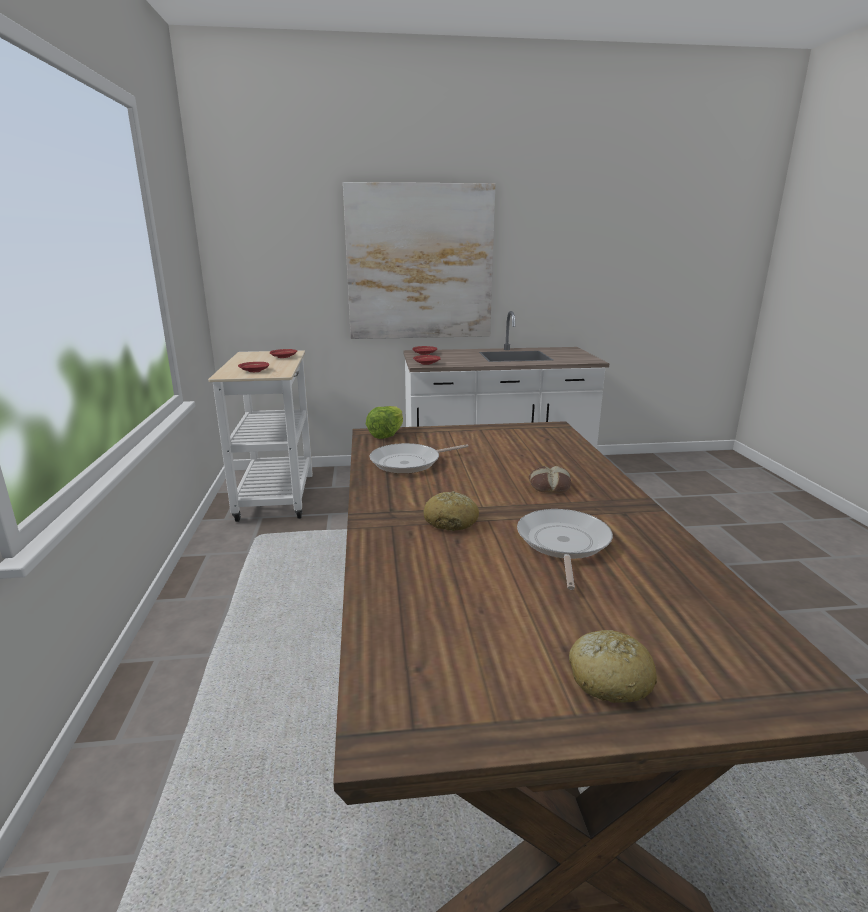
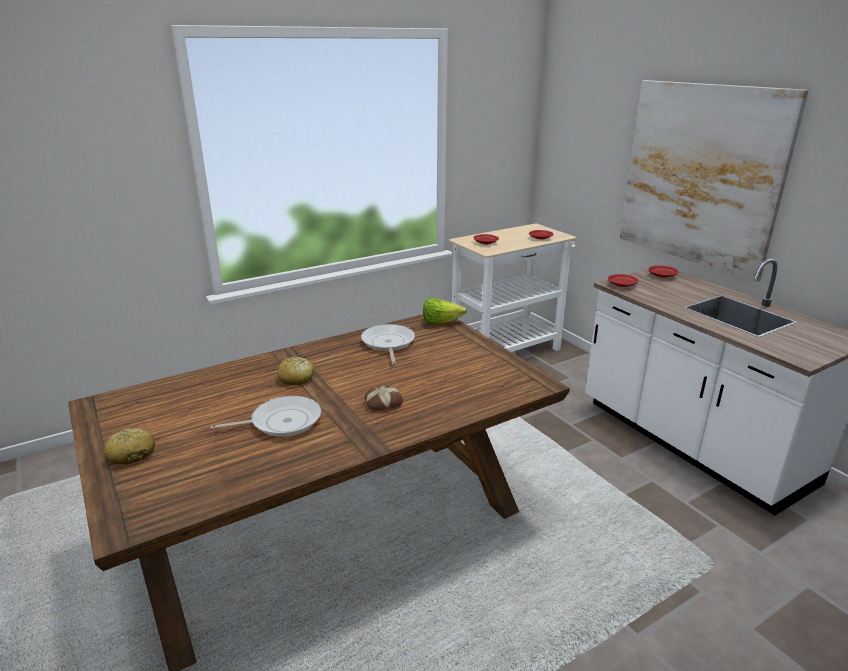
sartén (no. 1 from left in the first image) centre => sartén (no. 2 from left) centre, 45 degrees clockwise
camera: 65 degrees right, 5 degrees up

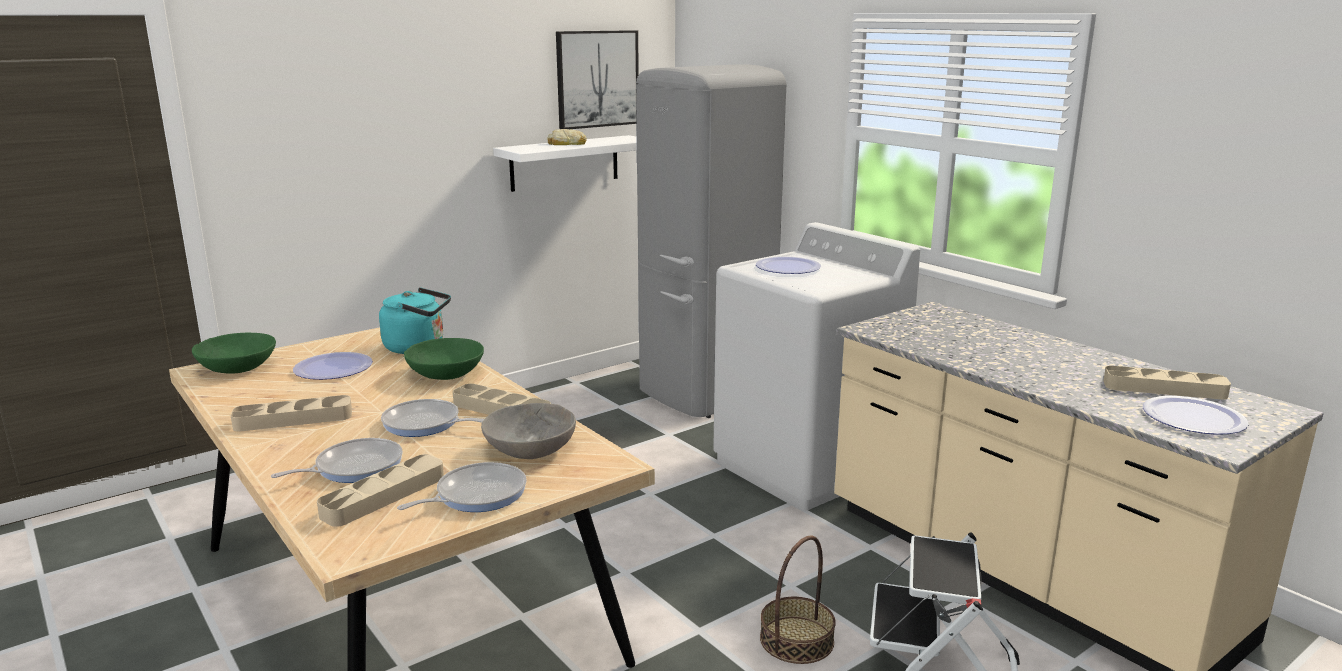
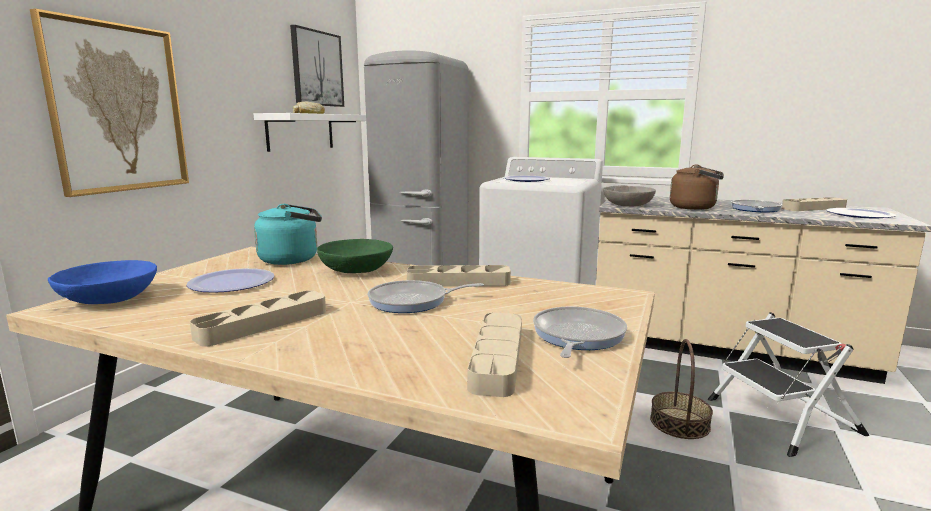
nothing => cuadro (no. 1 from left) top left
nothing => hervidor [marrón] middle right
sartén (no. 1 from left in the first image) bottom left => sartén (no. 3 from left) middle right, shifted
cuenco [gris] centre => cuenco [gris] middle right, shifted
cuenco [verde] (no. 1 from left) middle left => cuenco [azul] middle left
camera: 30 degrees left, 5 degrees down

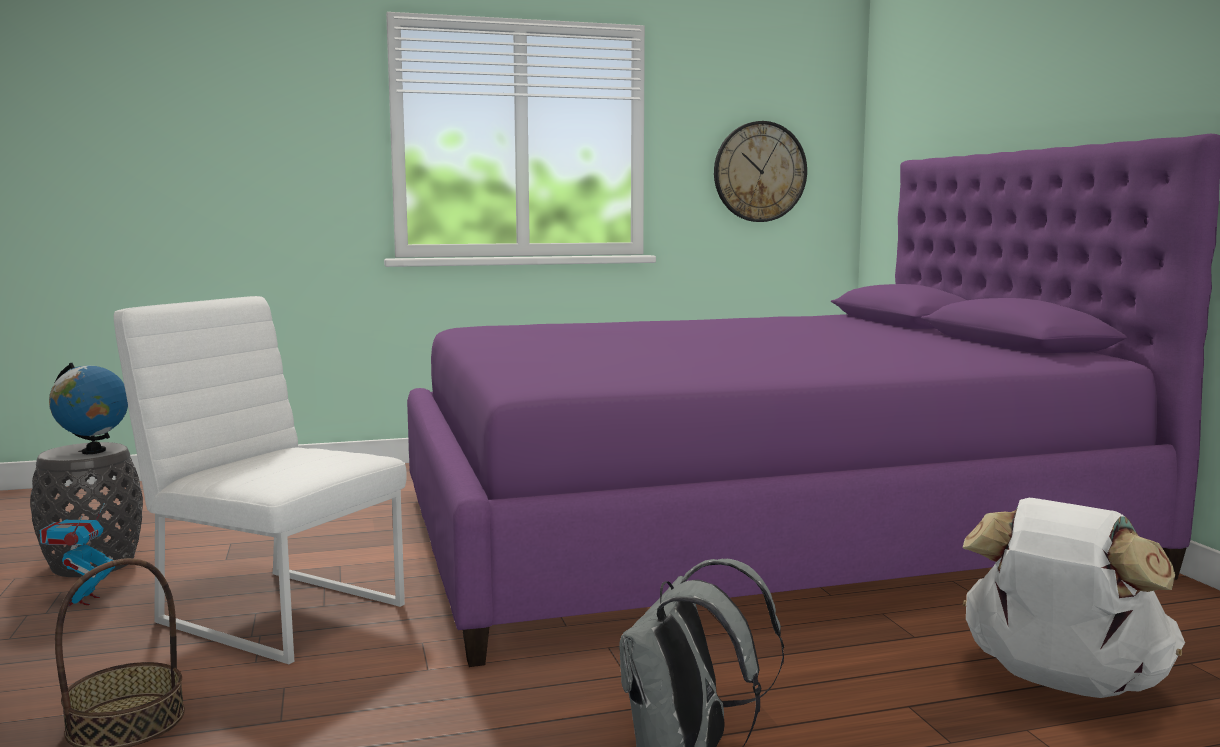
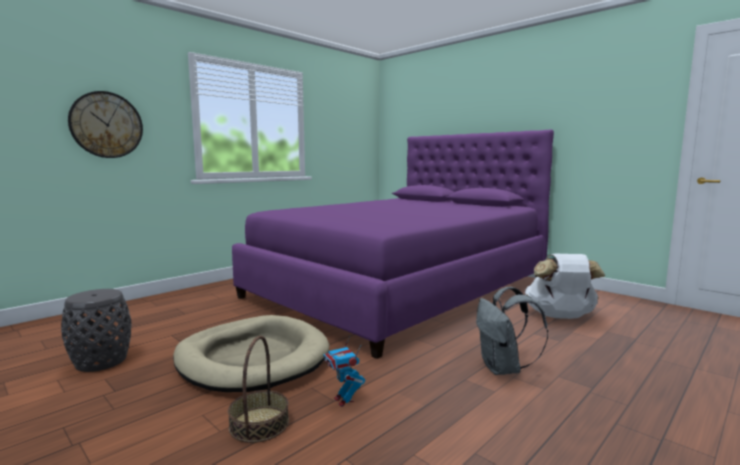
globo terráqueo middle left => nothing
robot de juguete bottom left => robot de juguete bottom centre, shifted
reloj de pared top centre => reloj de pared top left, shifted
silla [blanco] middle left => cama para perro [beis] bottom centre
camera: 30 degrees left, 0 degrees up

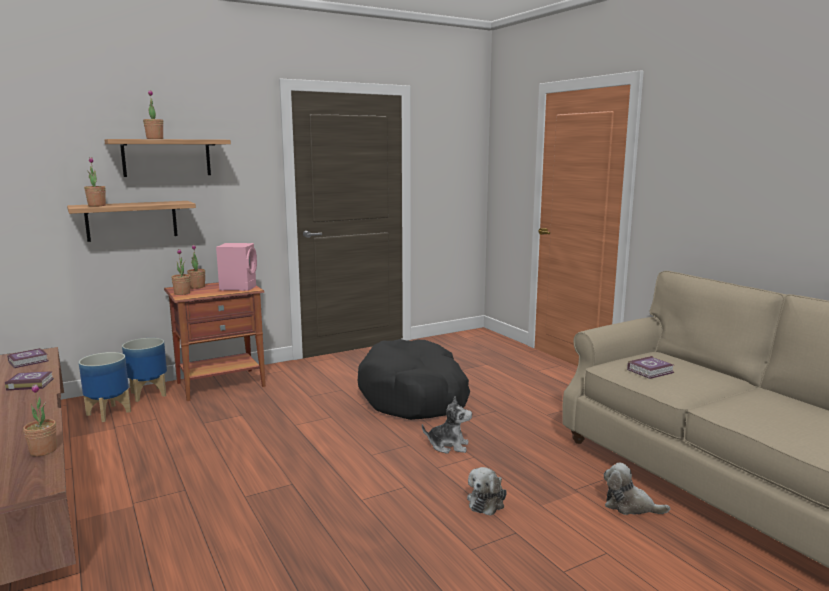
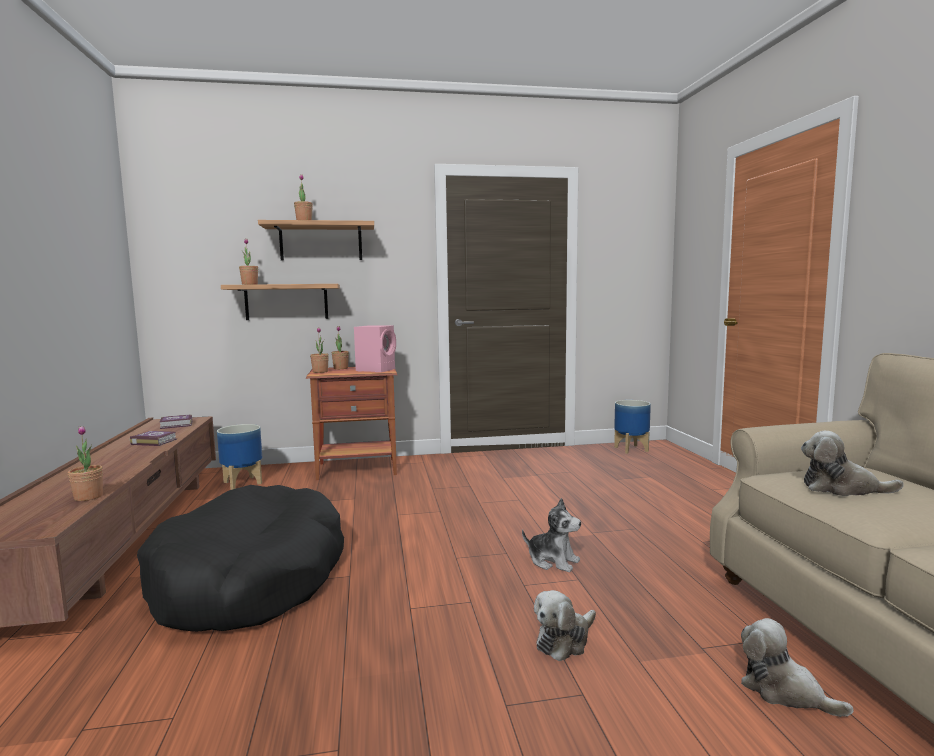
maceta (no. 2 from left) middle left => maceta (no. 2 from left) middle right, shifted
cama para perro [negro] centre => cama para perro [negro] bottom left, shifted
libro (no. 3 from left) middle right => peluche (no. 4 from left) middle right
camera: 20 degrees right, 5 degrees down

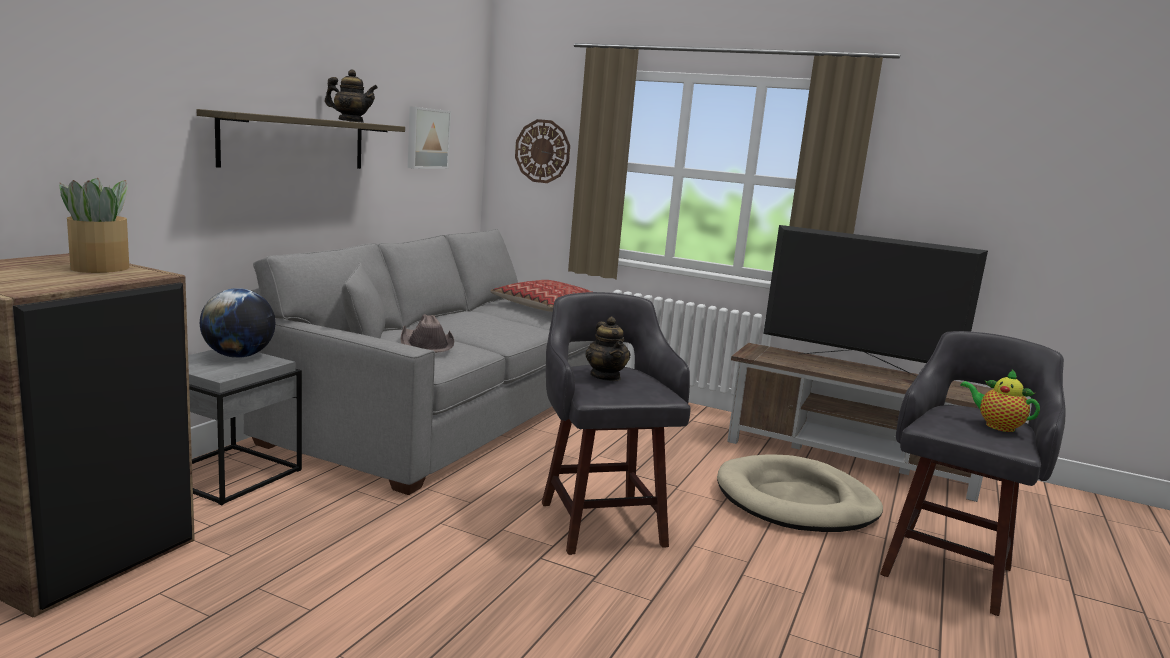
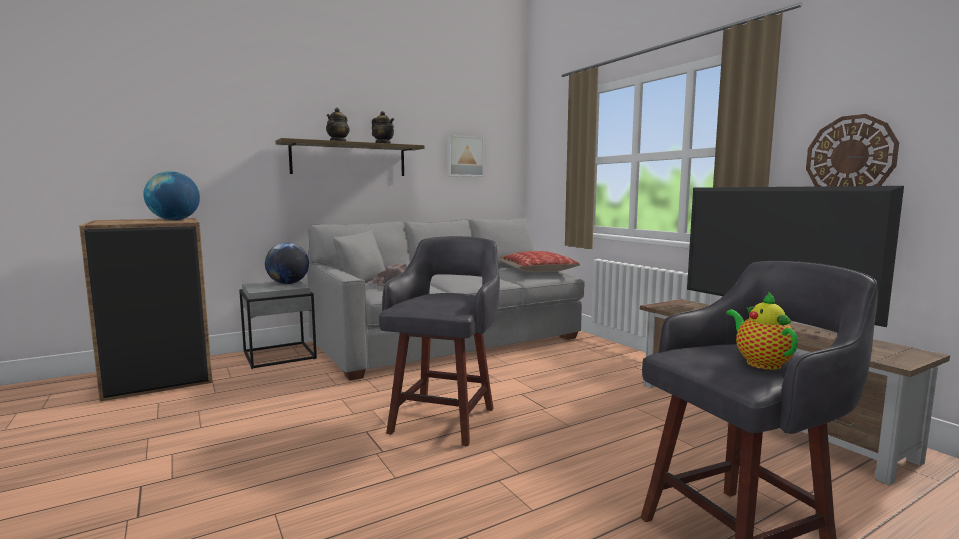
cama para perro [beis] bottom right => nothing
reloj de pared top centre => reloj de pared top right, shifted
tetera (no. 2 from left in the first image) centre => tetera (no. 1 from left) top centre, shifted
planta en maceta middle left => globo terráqueo (no. 1 from left) middle left
camera: 35 degrees right, 5 degrees down

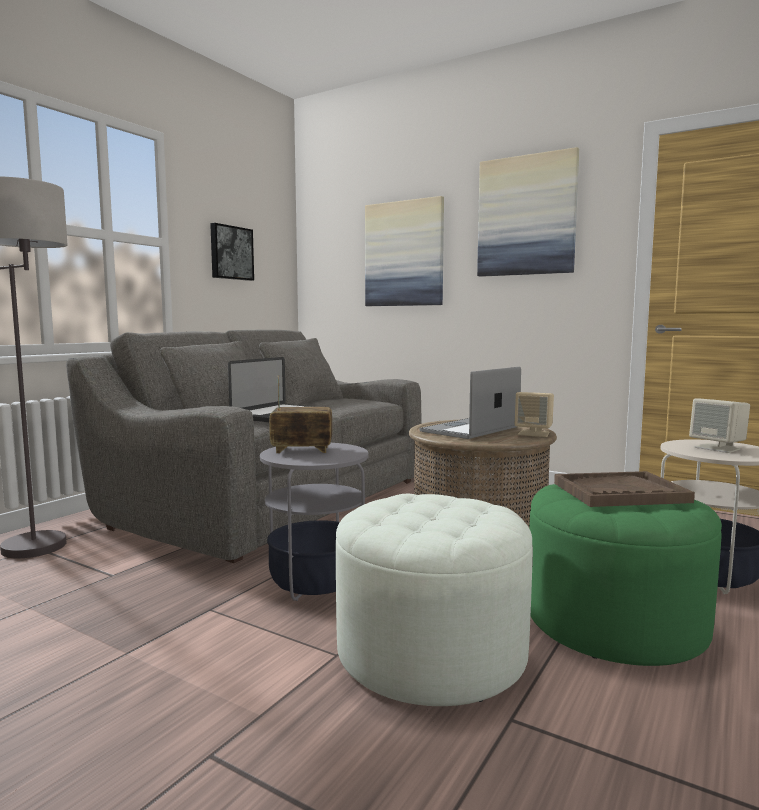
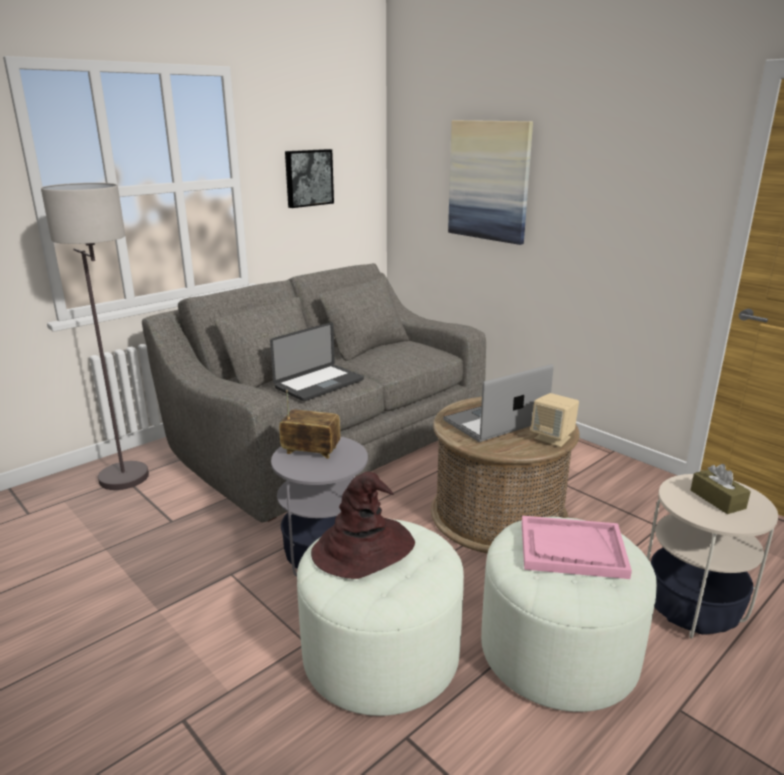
cuadro (no. 3 from left) top right => nothing
nothing => sombrero [marrón] bottom centre
altavoz [beis] (no. 2 from left) middle right => caja de pañuelos [marrón] middle right
puf [verde] bottom right => puf [blanco] (no. 2 from left) bottom right
bandeja [marrón] middle right => bandeja [rosa] bottom right
camera: 15 degrees right, 15 degrees up

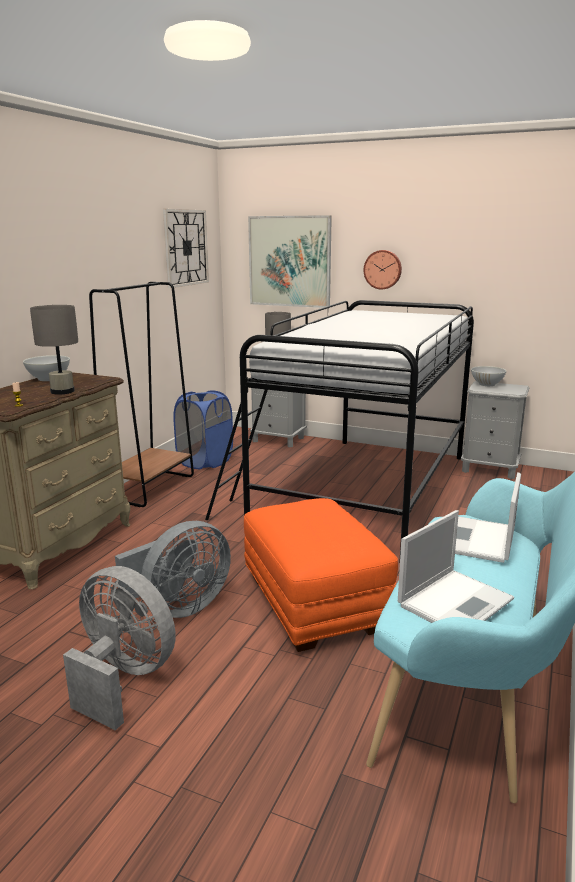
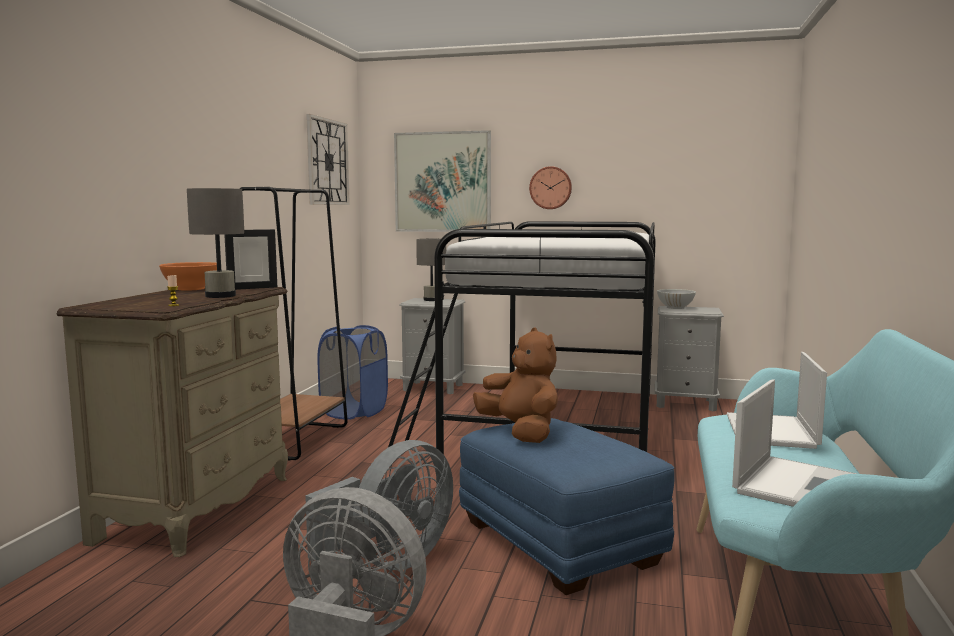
nothing => portarretratos middle left
nothing => peluche [marrón] centre
cuenco [blanco] (no. 1 from left) middle left => cuenco [naranja] middle left
puf [naranja] centre => puf [azul] bottom centre
camera: 10 degrees left, 10 degrees down

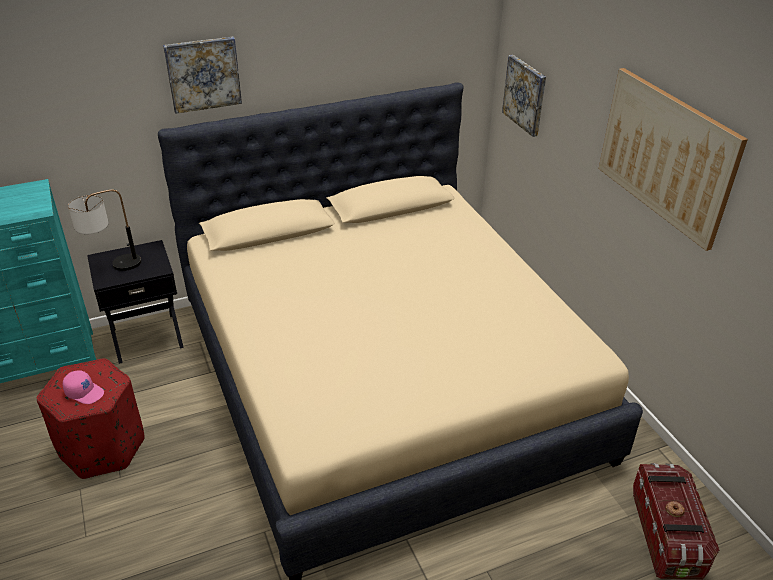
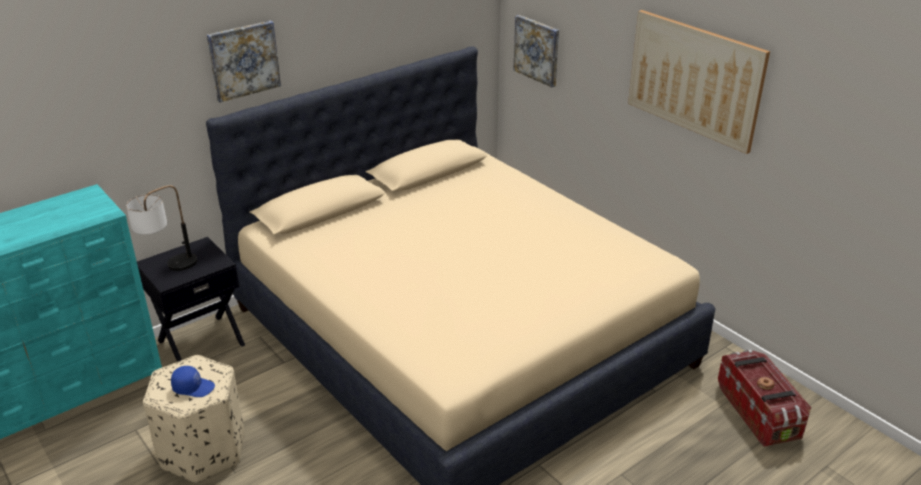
puf [rojo] bottom left => puf [beis] bottom left
gorra [rosa] bottom left => gorra [azul] bottom left
camera: 15 degrees left, 5 degrees down

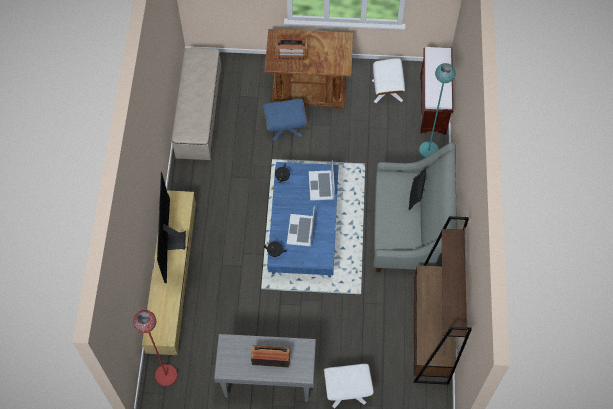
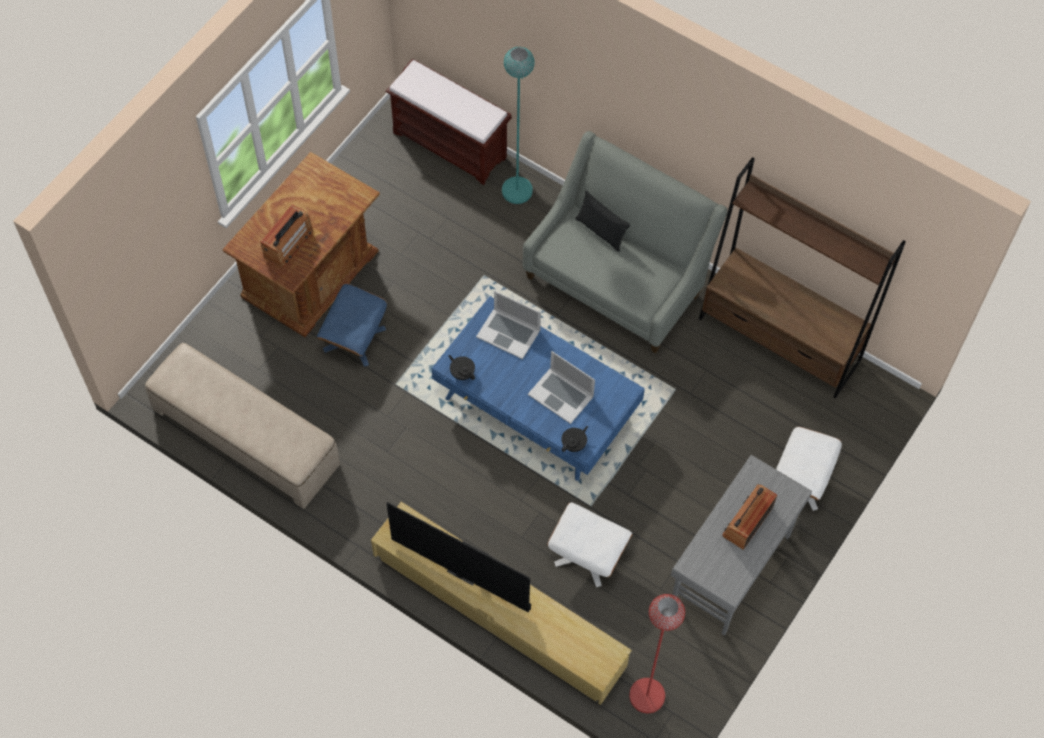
puf [blanco] (no. 2 from left in the first image) top centre => puf [blanco] (no. 1 from left) bottom centre, shifted
camera: 60 degrees left, 0 degrees up

